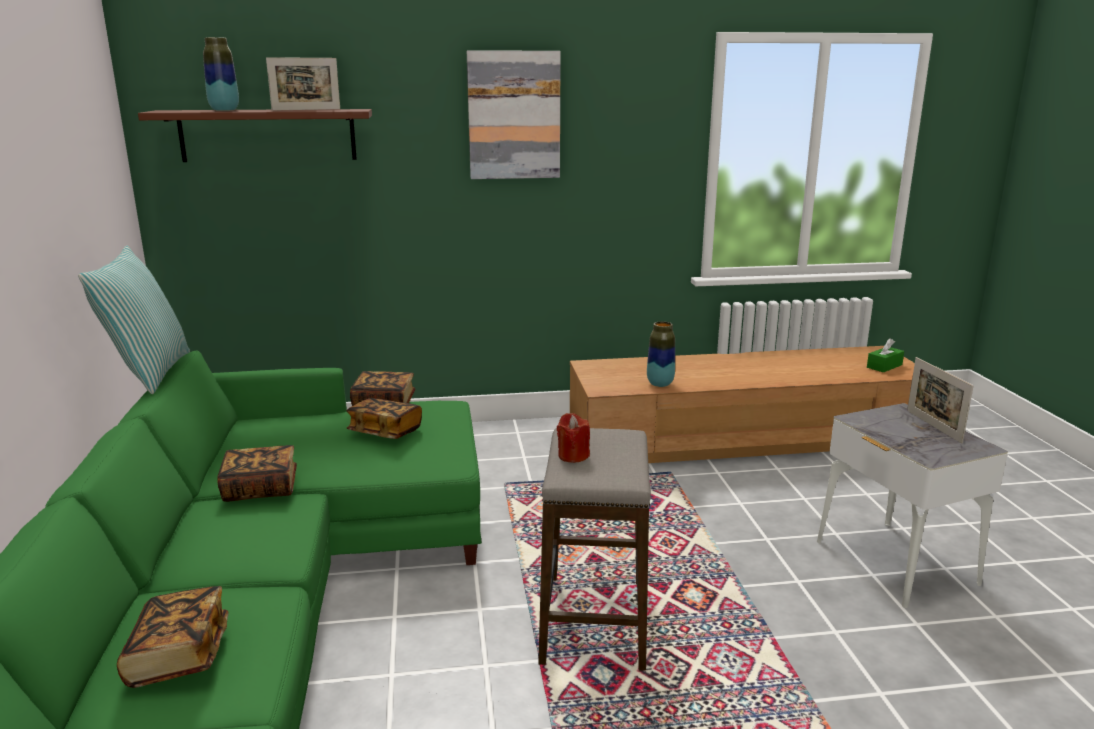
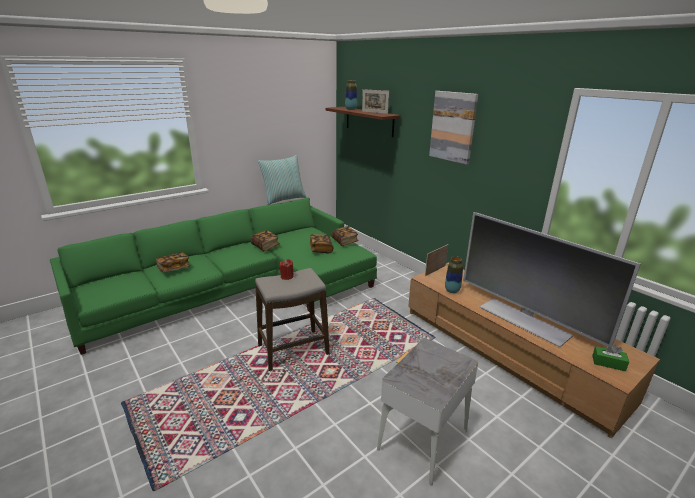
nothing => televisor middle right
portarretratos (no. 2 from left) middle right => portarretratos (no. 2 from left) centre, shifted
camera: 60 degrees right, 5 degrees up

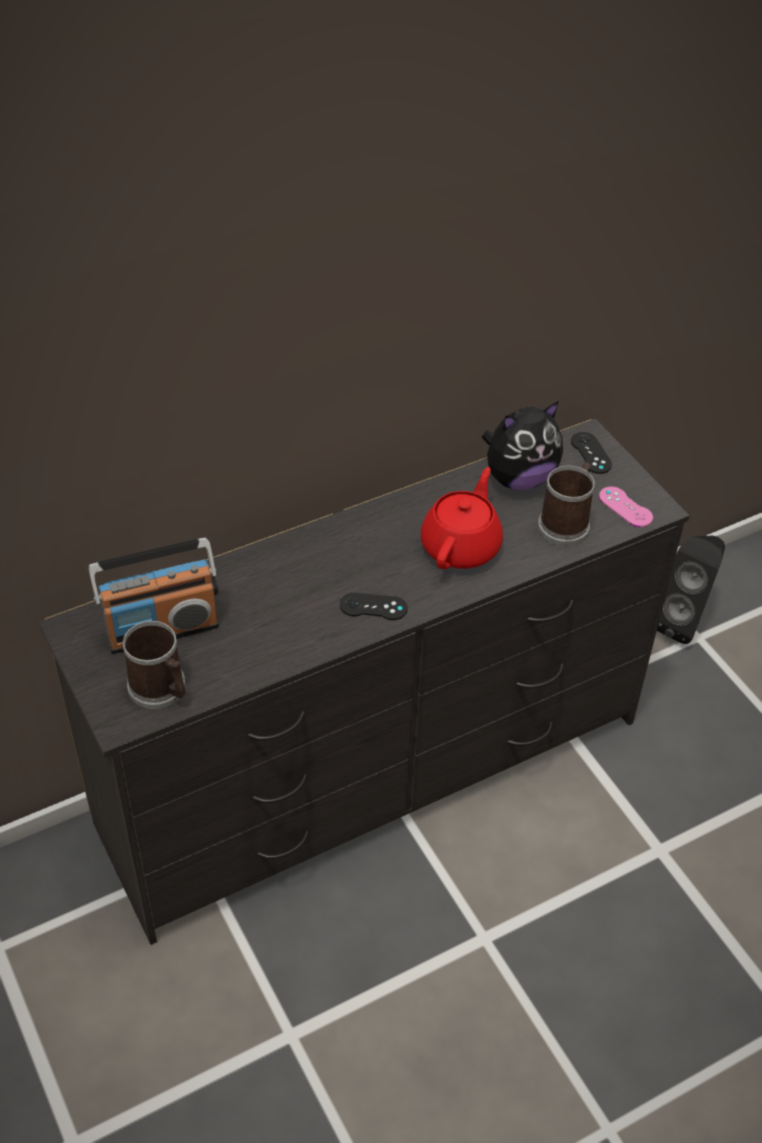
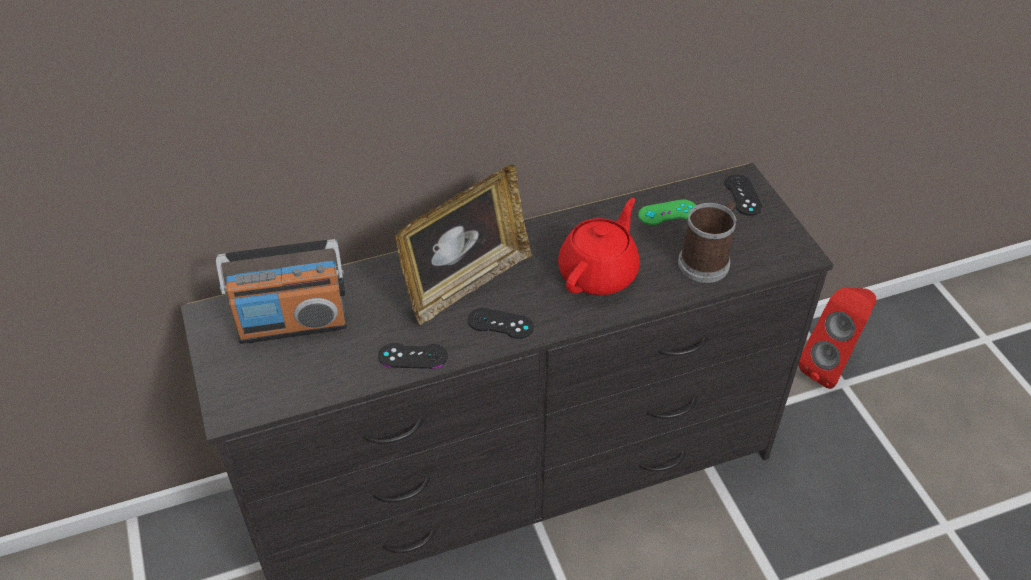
taza grande (no. 1 from left) middle left => nothing
mando de consola [rosa] middle right => nothing
nothing => mando de consola [negro] (no. 1 from left) centre
nothing => portarretratos centre
peluche middle right => mando de consola [verde] centre
altavoz [negro] middle right => altavoz [rojo] middle right
camera: 10 degrees right, 0 degrees up

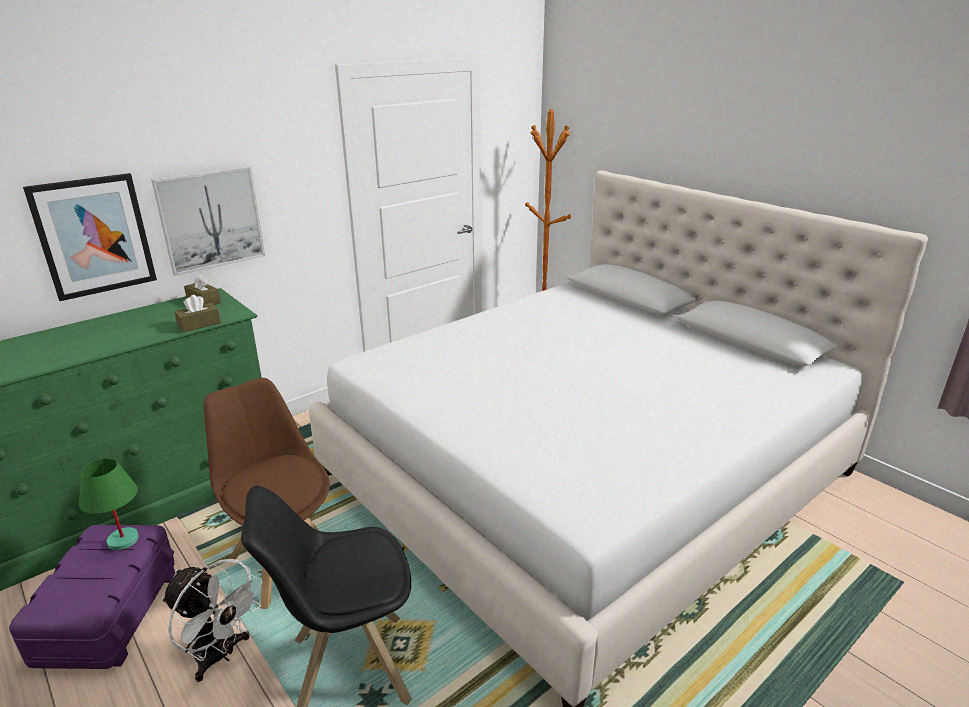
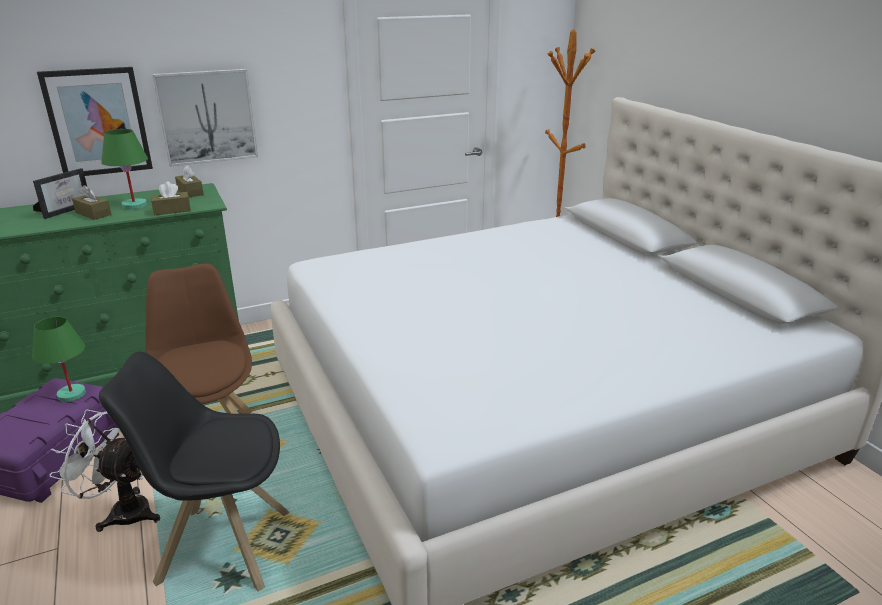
nothing => portarretratos top left
nothing => caja de pañuelos [marrón] (no. 1 from left) middle left
nothing => lámpara de mesa [verde] (no. 2 from left) top left
ventilador [blanco] bottom left, 150 degrees clockwise
camera: 15 degrees right, 0 degrees up

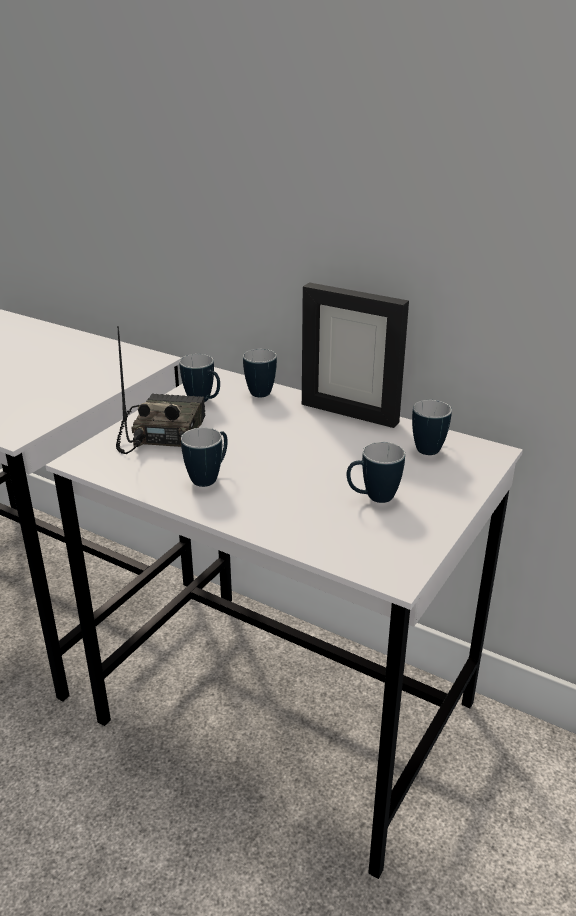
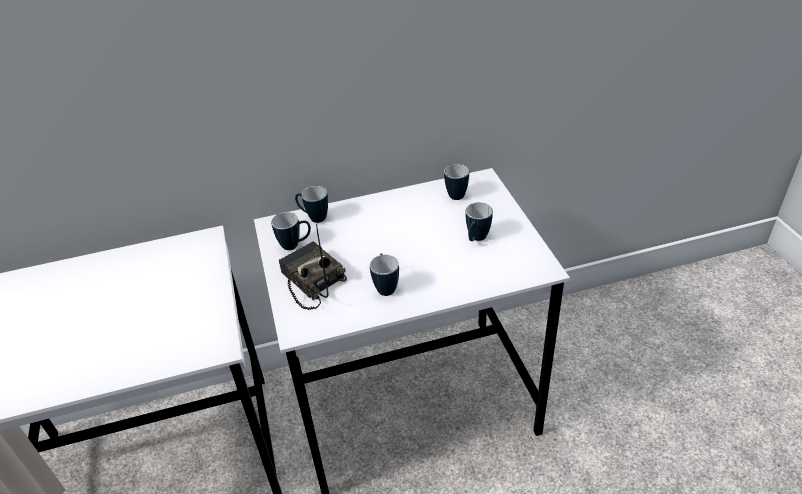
portarretratos centre => nothing
camera: 45 degrees left, 10 degrees up

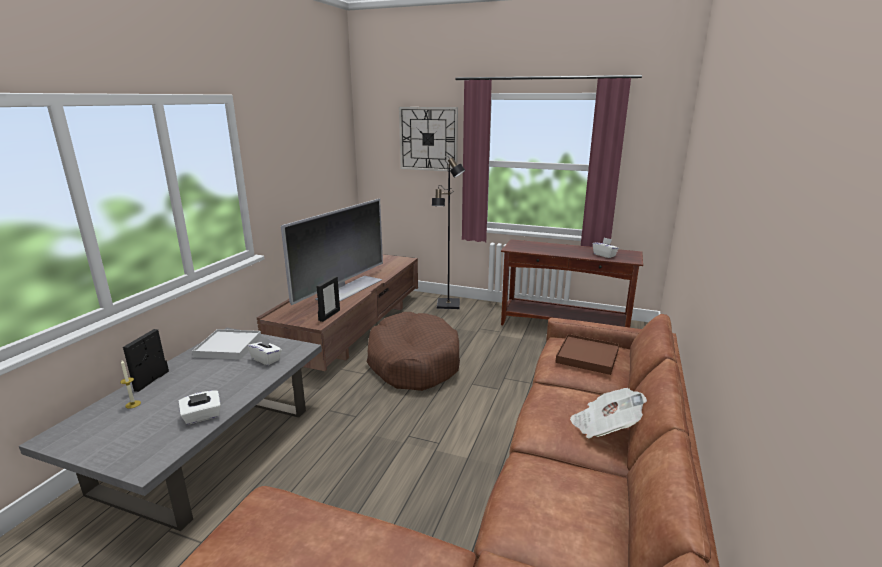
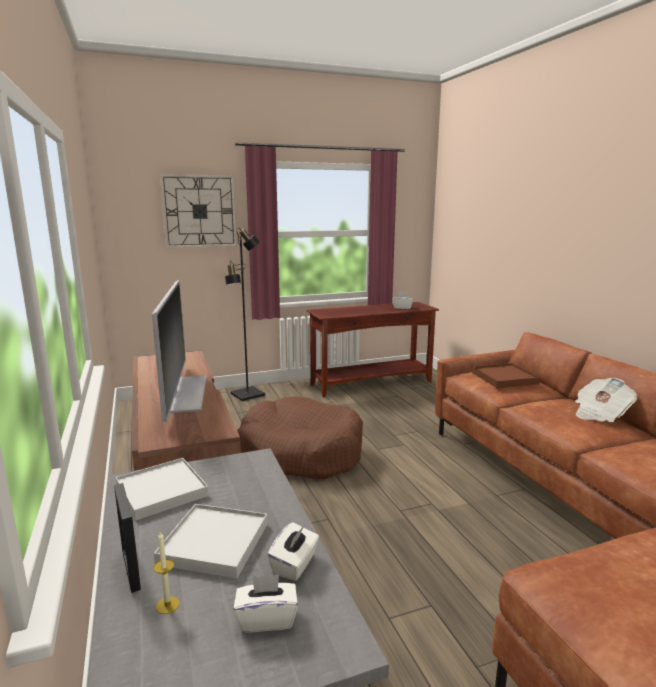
portarretratos (no. 2 from left) centre => nothing
nothing => bandeja [blanco] (no. 2 from left) bottom left
caja de pañuelos [blanco] (no. 2 from left in the first image) middle left => caja de pañuelos [blanco] (no. 1 from left) bottom centre, shifted
camera: 40 degrees left, 5 degrees down

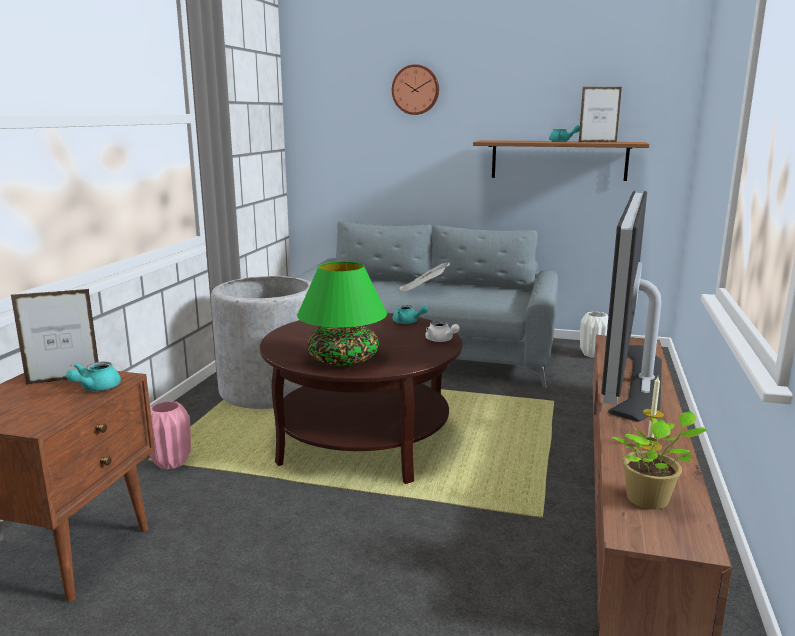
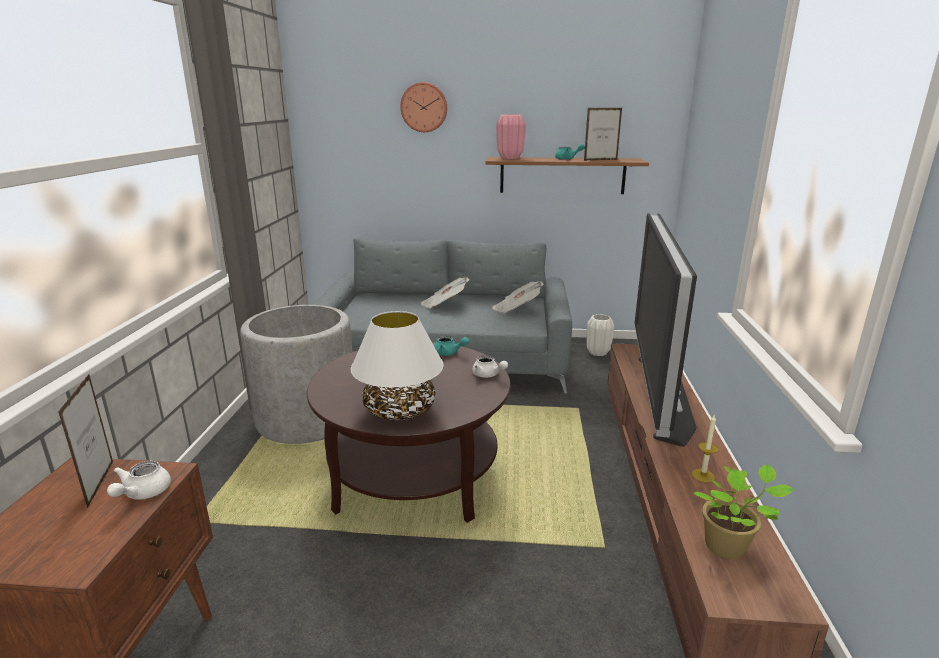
nothing => periódico (no. 2 from left) centre
florero [rosa] bottom left => florero [rosa] top centre, shifted
tetera [turquesa] (no. 1 from left) middle left => tetera [blanco] (no. 1 from left) bottom left
lámpara de mesa [verde] centre => lámpara de mesa [blanco] centre
portarretratos (no. 1 from left) middle left => portarretratos (no. 1 from left) bottom left, 75 degrees counterclockwise
camera: 10 degrees left, 5 degrees up

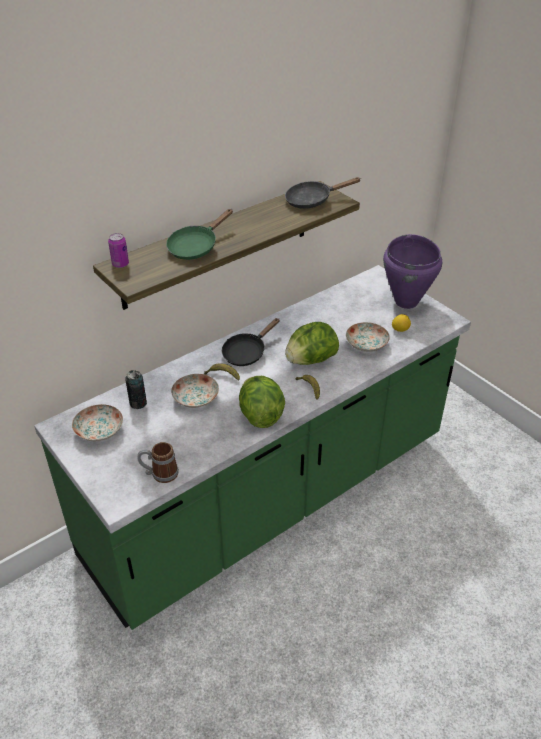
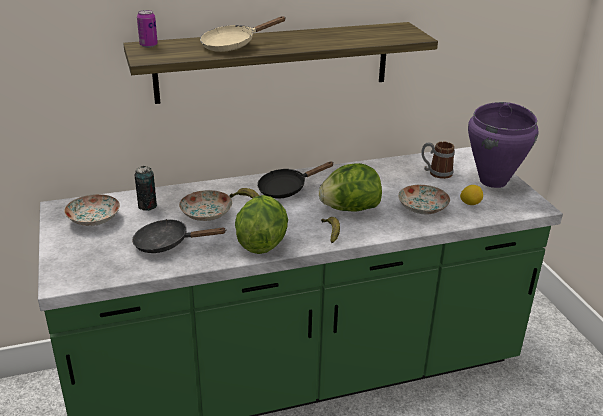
taza grande middle left => taza grande middle right, shifted
sartén [negro] (no. 2 from left in the first image) top centre => sartén [negro] (no. 1 from left) middle left, shifted
sartén [verde] top centre => sartén [beis] top centre
camera: 20 degrees right, 10 degrees down

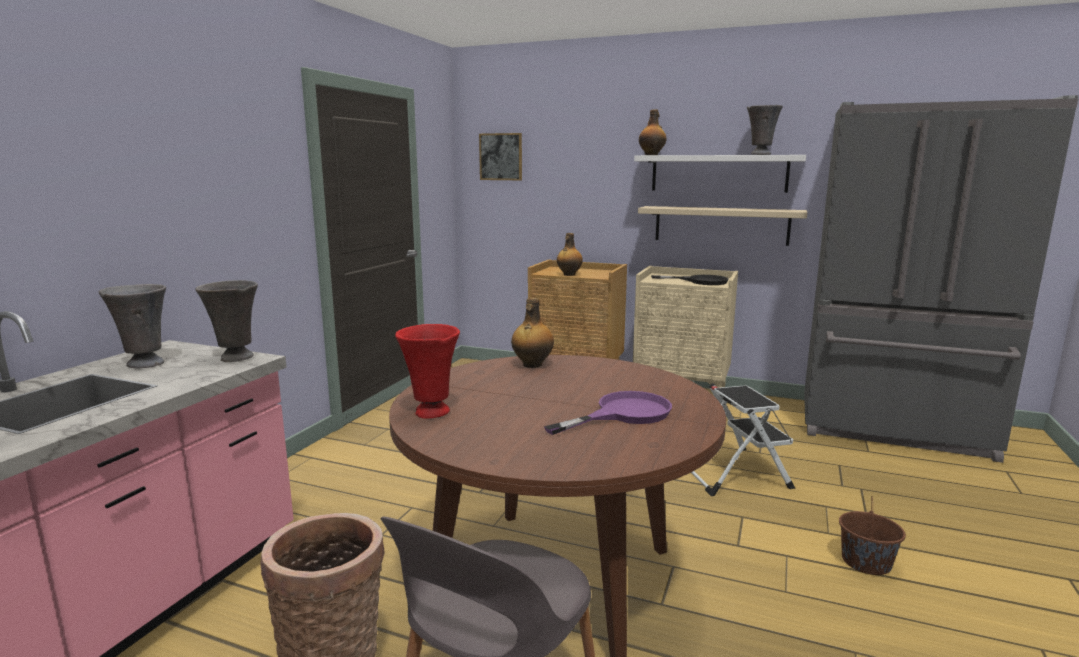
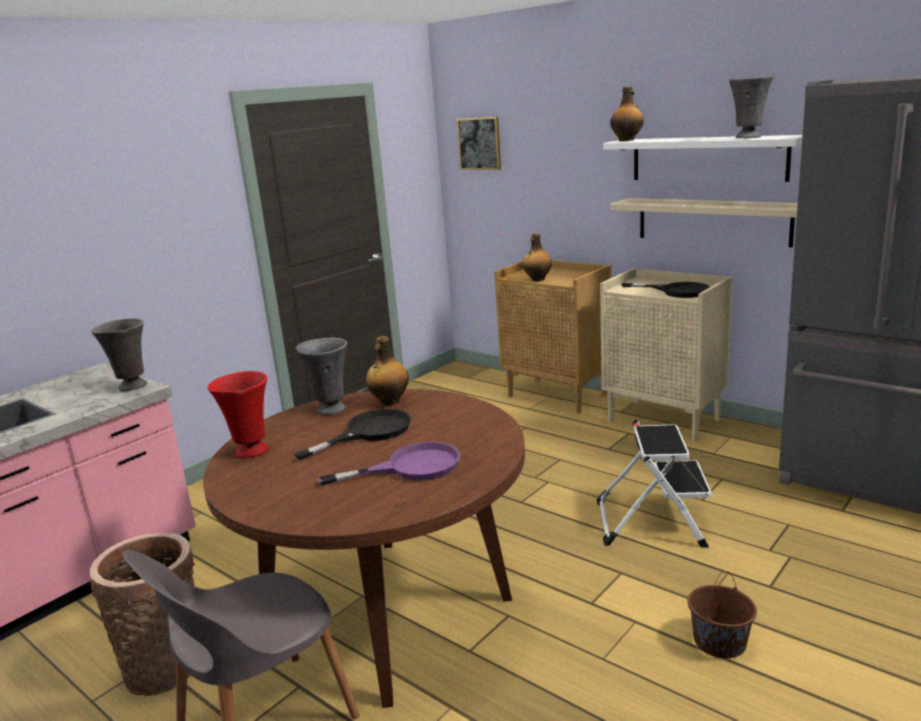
nothing => sartén [negro] (no. 1 from left) centre
florero [gris] (no. 1 from left in the first image) middle left => florero [gris] (no. 2 from left) centre, shifted
camera: 20 degrees right, 5 degrees up

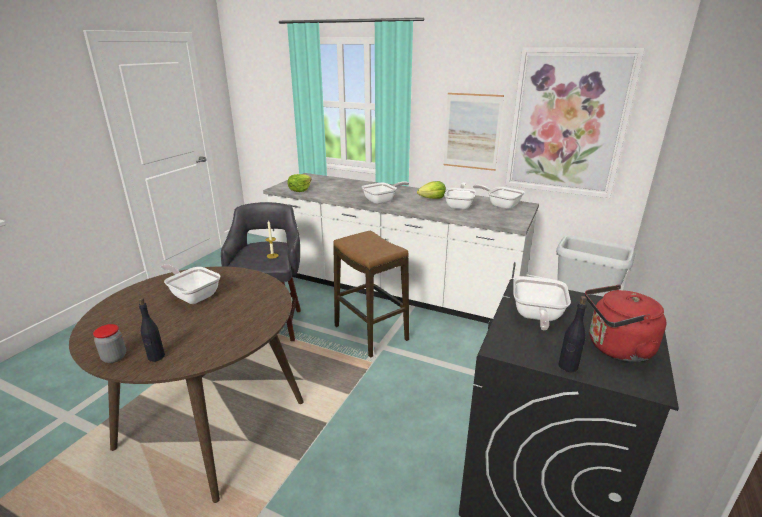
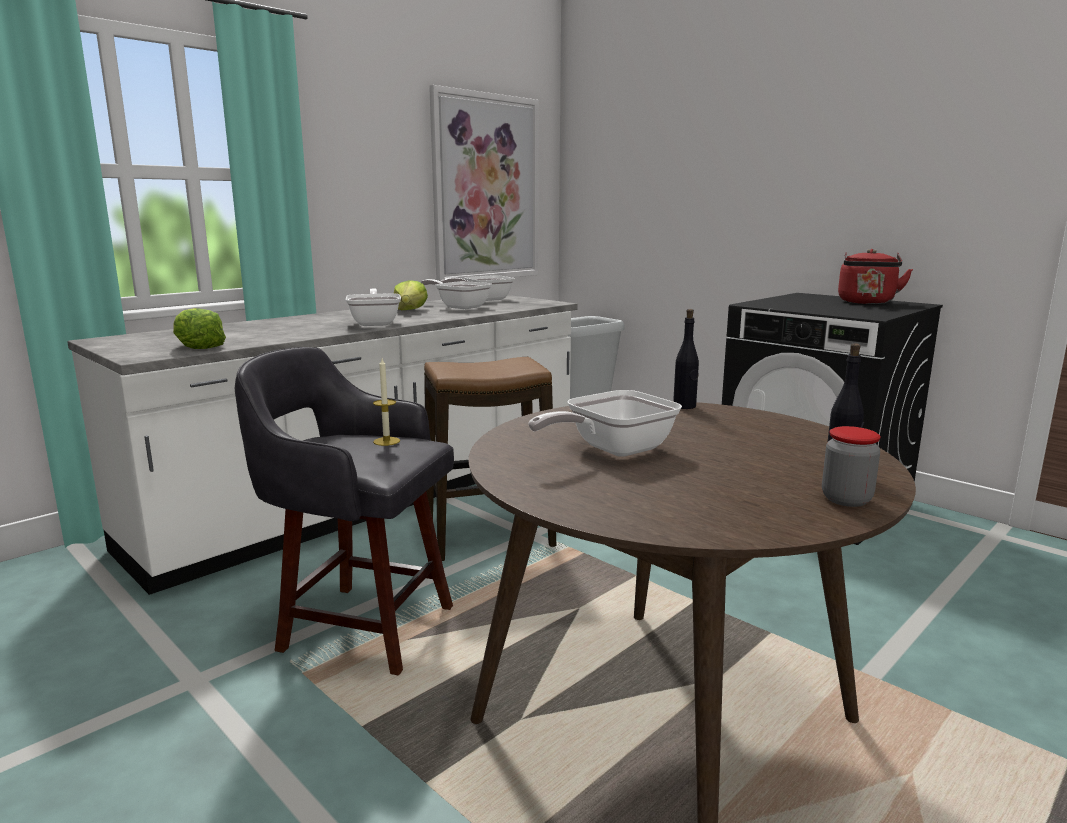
cuadro (no. 1 from left) top centre => nothing
sartén (no. 5 from left) middle right => nothing
botella [negro] (no. 2 from left in the first image) middle right => botella [negro] (no. 1 from left) centre, shifted
camera: 70 degrees left, 10 degrees down

